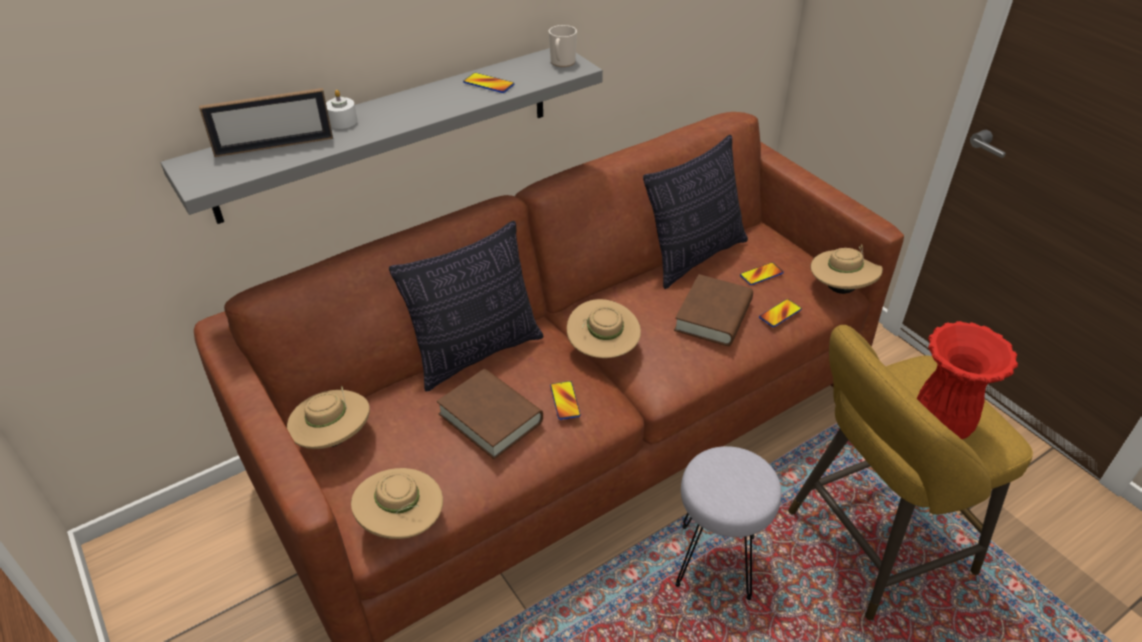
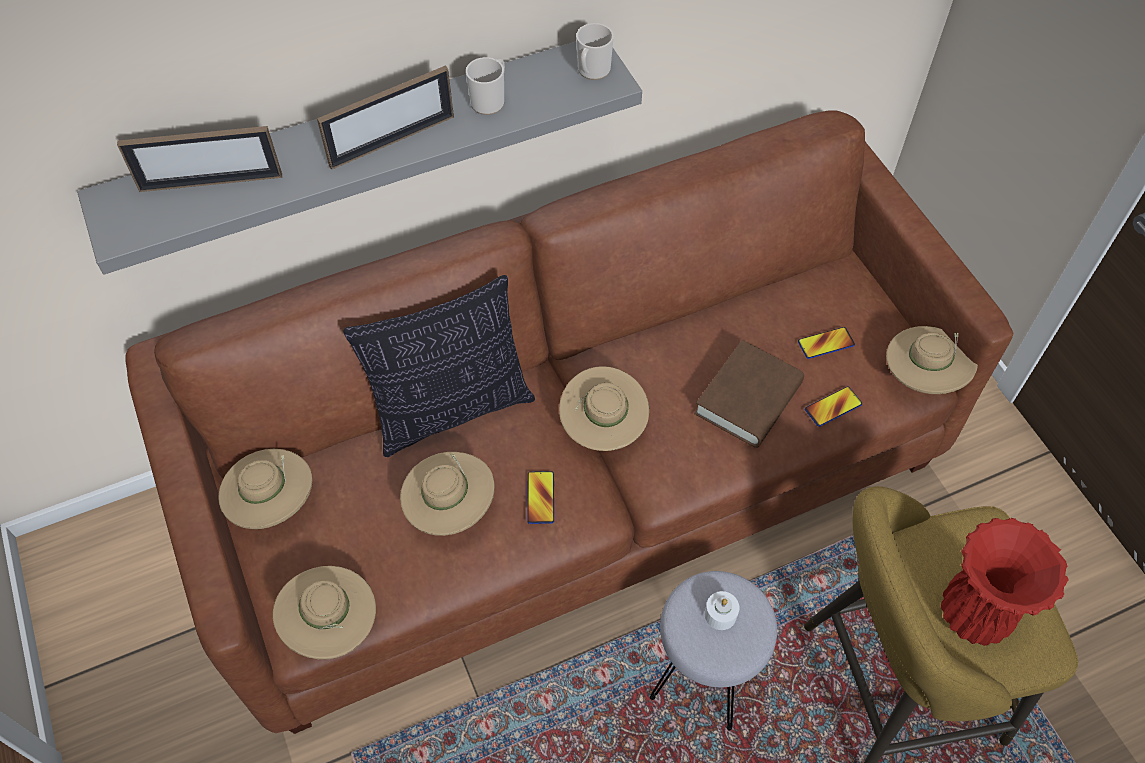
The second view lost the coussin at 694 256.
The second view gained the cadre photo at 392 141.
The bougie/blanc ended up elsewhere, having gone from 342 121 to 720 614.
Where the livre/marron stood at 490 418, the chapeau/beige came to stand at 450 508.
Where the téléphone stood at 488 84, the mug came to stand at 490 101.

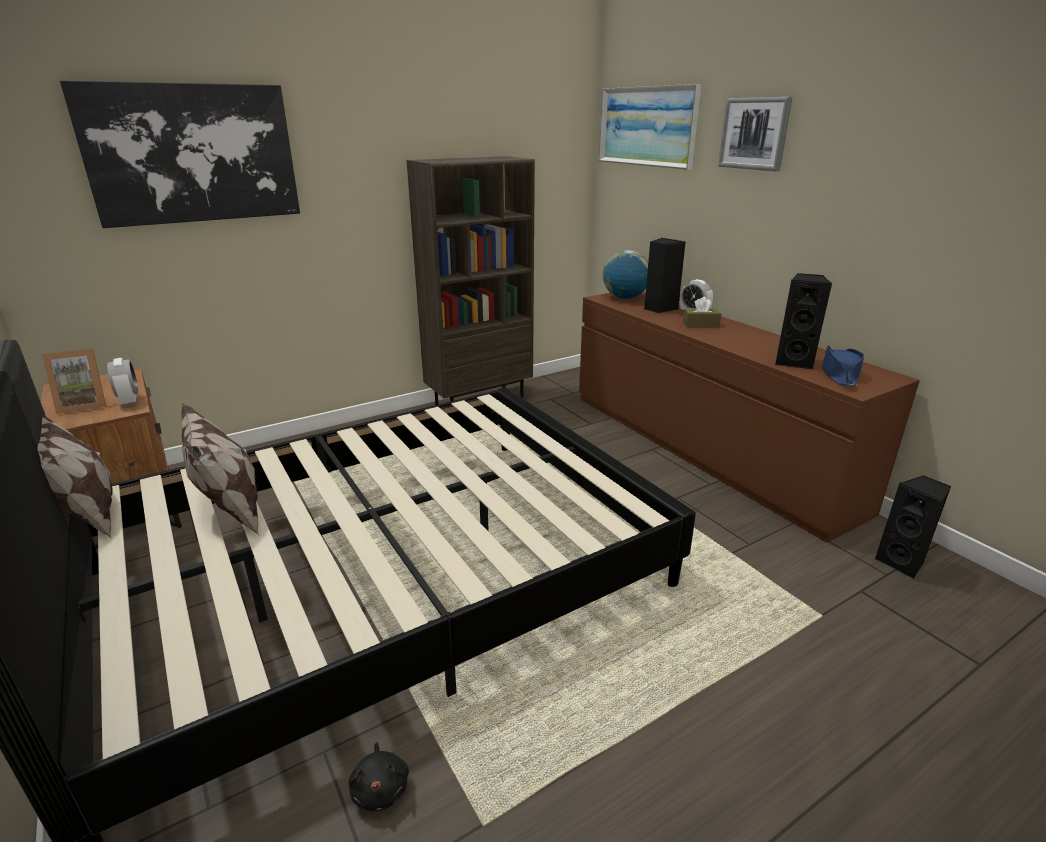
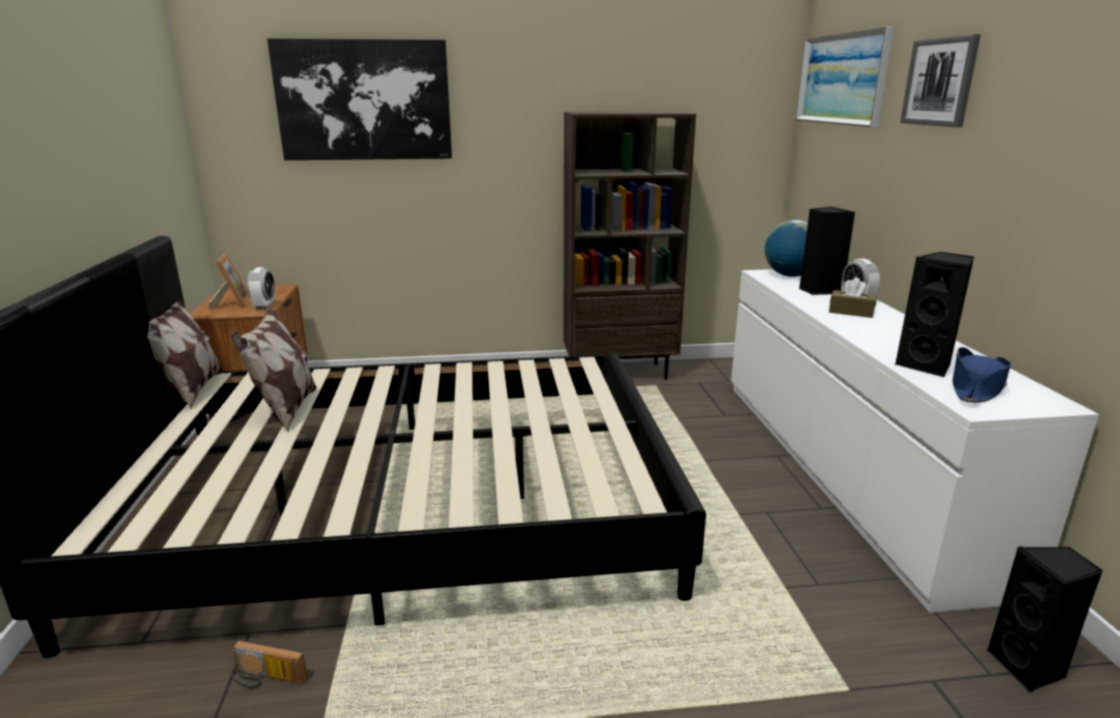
Where the peluche/noir stood at 380 788, the radio came to stand at 265 679.
What was the commode/marron at 704 448 turned into the commode/blanc at 845 468.
The cadre photo at 84 405 ended up facing another way, 105 degrees counterclockwise from before.

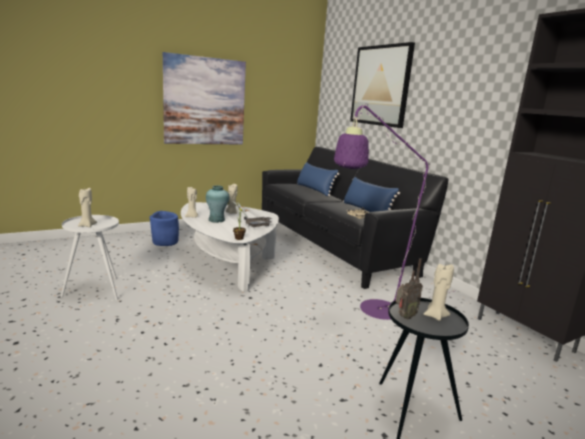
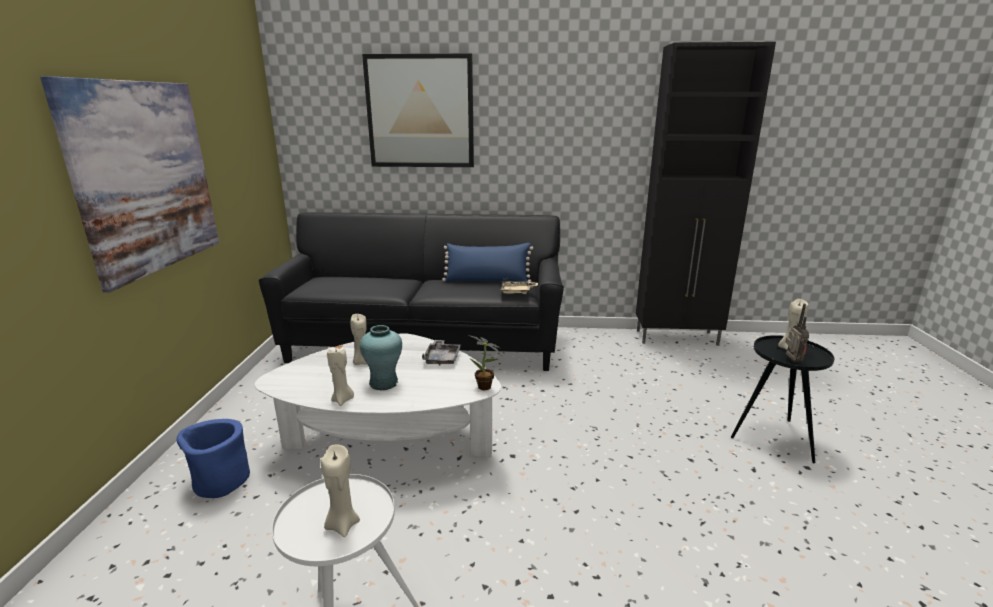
The second view lost the coussin/bleu at 314 190.
The second view lost the lampadaire/violet at 372 311.

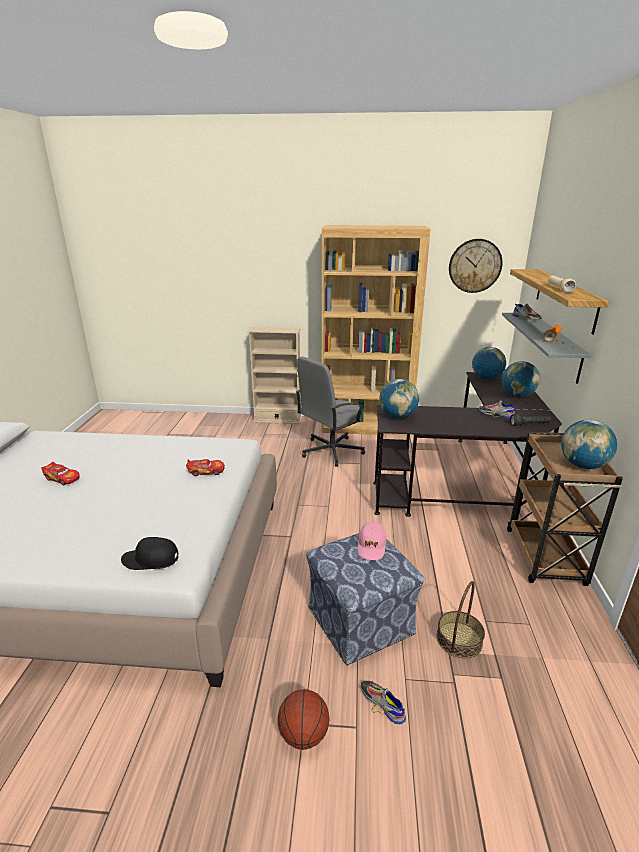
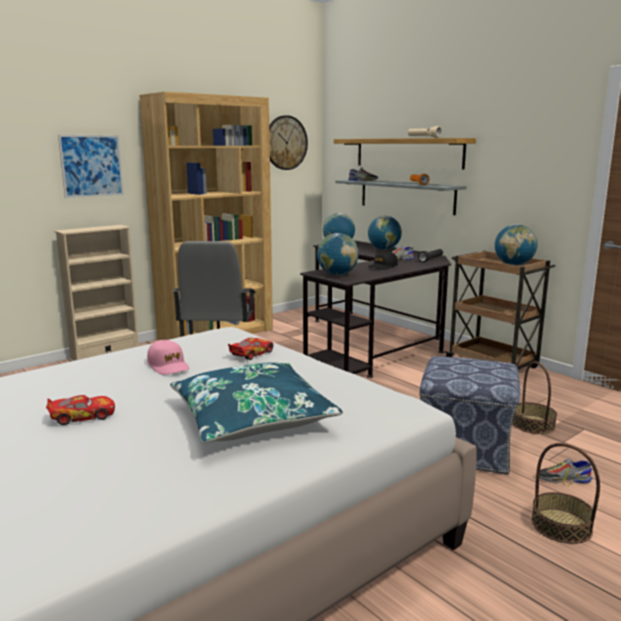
The second view gained the tableau at 91 166.
The second view gained the coussin/bleu at 252 418.
The casquette/noir ended up elsewhere, having gone from 151 559 to 383 267.
The casquette/rose ended up elsewhere, having gone from 371 546 to 168 366.
Where the ballon de basket stood at 303 734, the panier came to stand at 561 525.

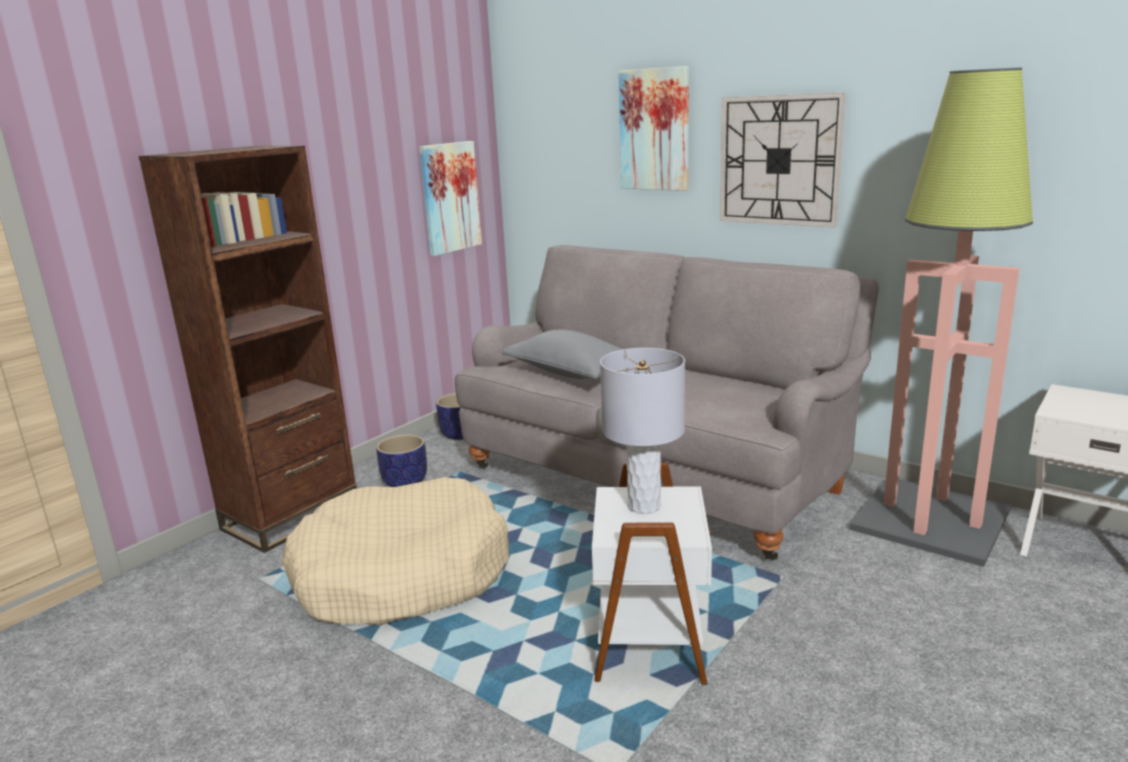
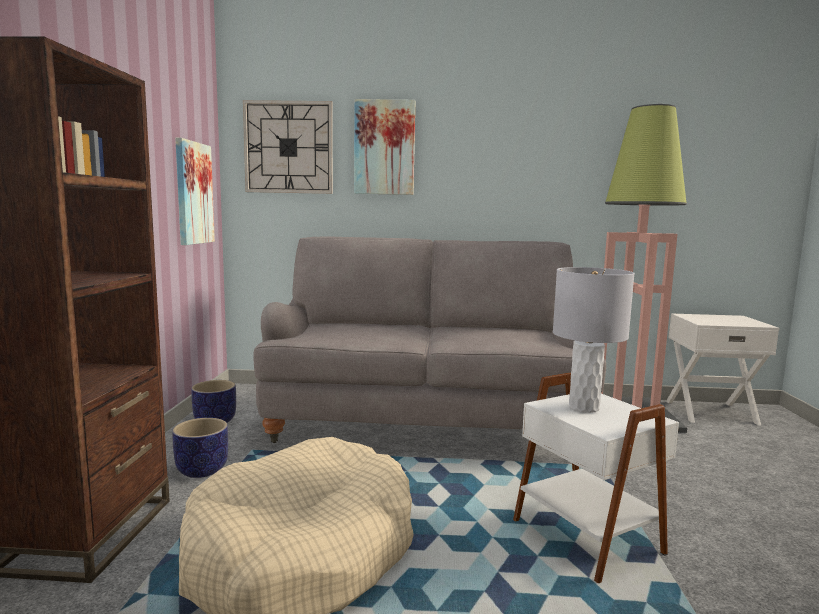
The second view lost the coussin/gris at 571 373.
The horloge murale ended up elsewhere, having gone from 779 160 to 288 147.

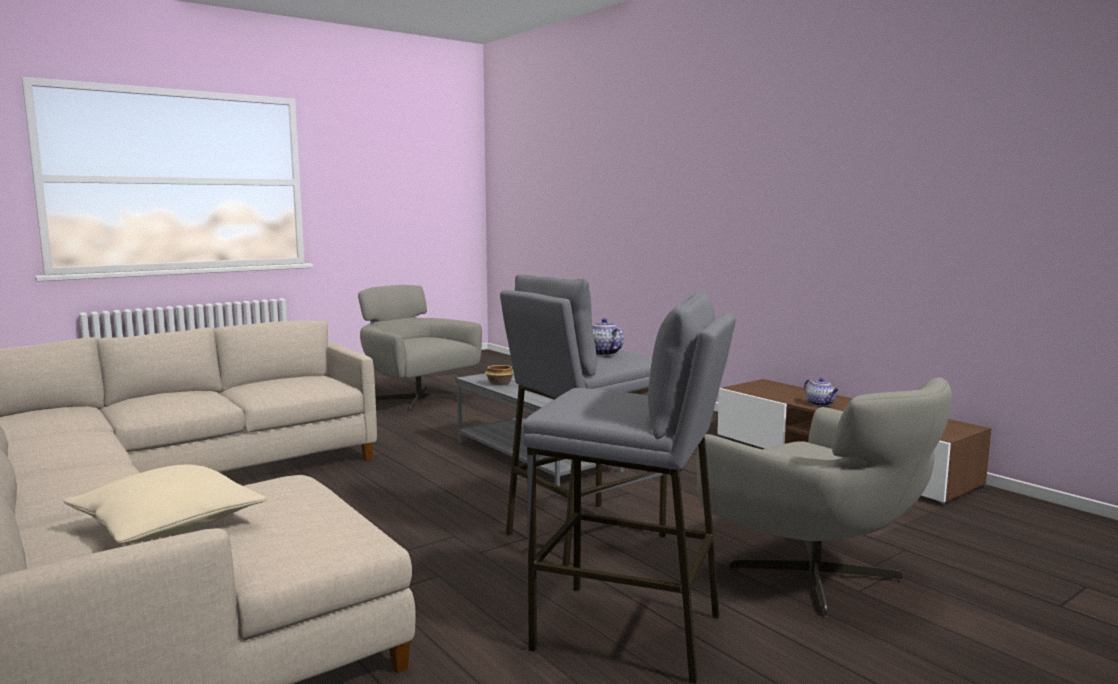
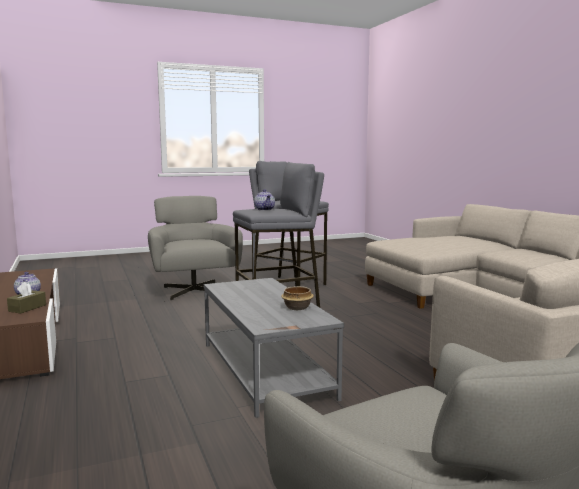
The second view lost the coussin/beige at 168 525.
The second view gained the boîte à mouchoirs/marron at 27 308.

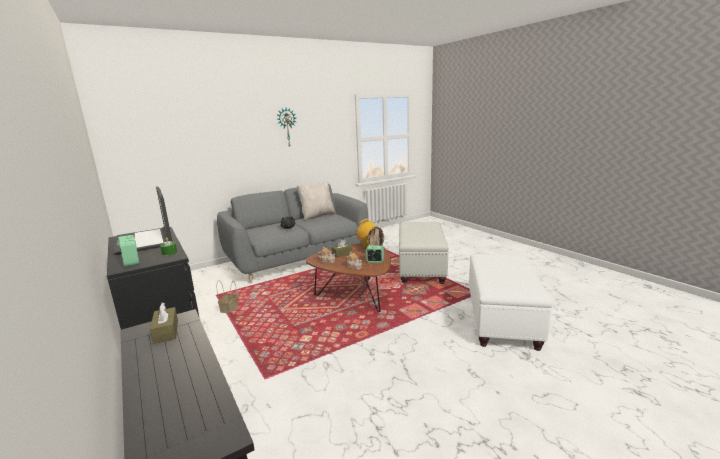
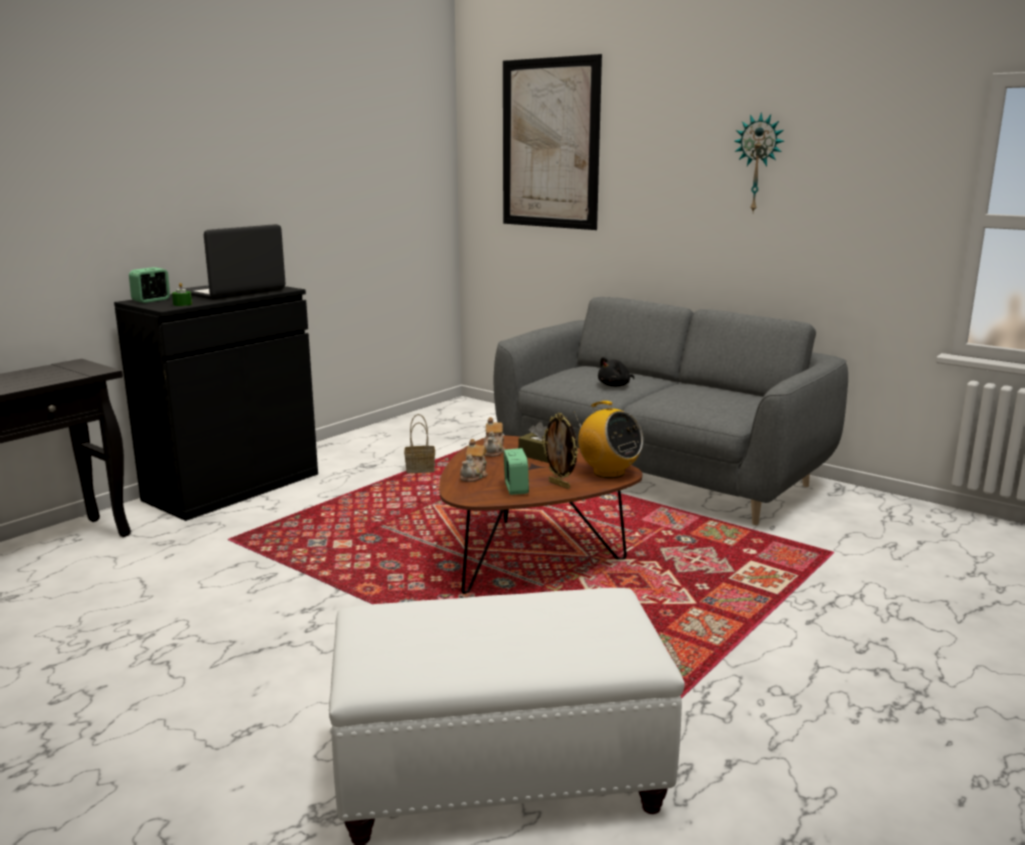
The second view lost the boîte à mouchoirs/marron at 166 331.
The second view lost the coussin/beige at 317 216.
The second view lost the pouf/blanc at 421 269.
The second view gained the tableau at 550 144.

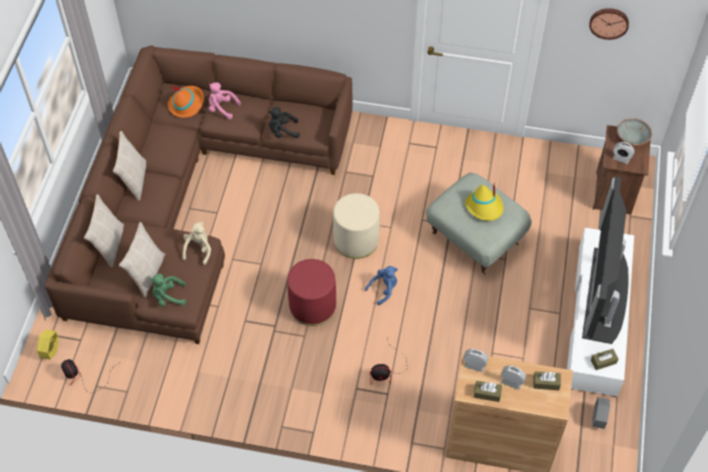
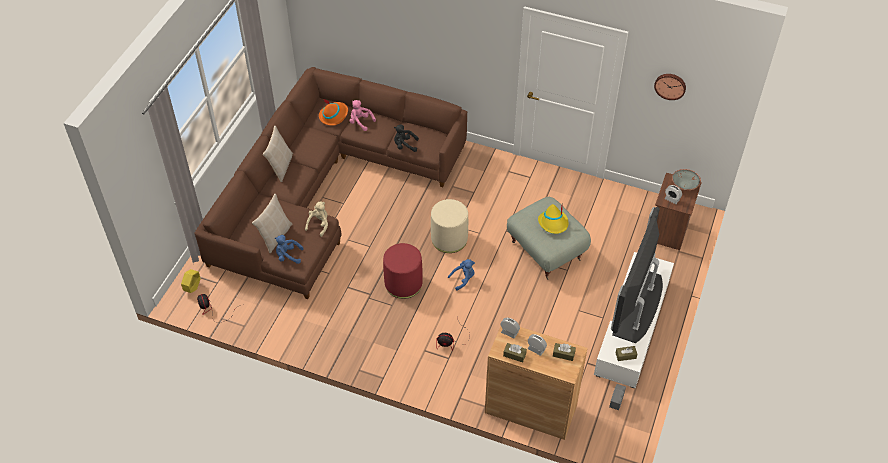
The second view lost the coussin/beige at 109 245.
What was the peluche/vert at 168 297 turned into the peluche/bleu at 288 256.

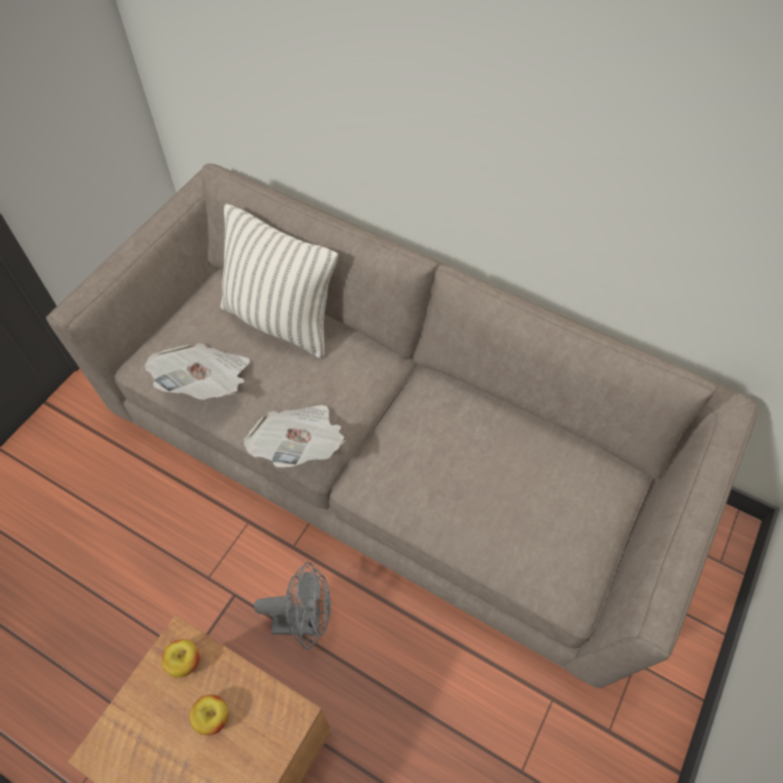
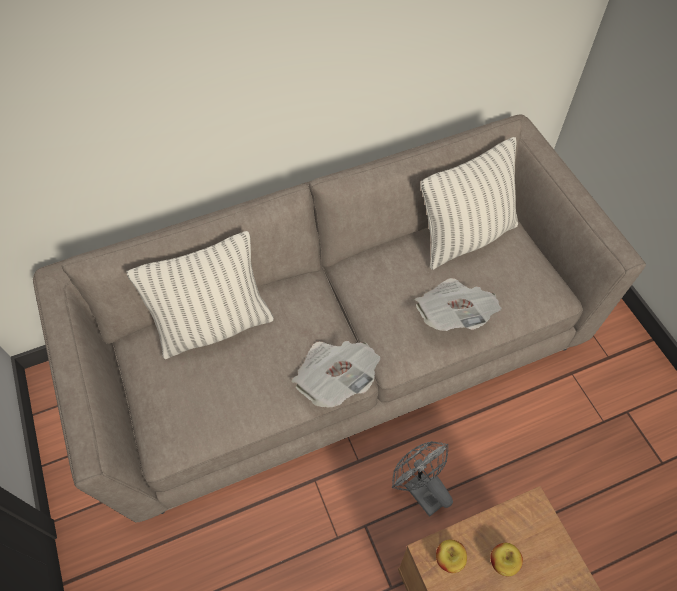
The second view gained the coussin at 465 237.
The journal ended up elsewhere, having gone from 207 383 to 453 314.
The ventilateur/gris at 304 621 ended up facing another way, 75 degrees counterclockwise from before.

